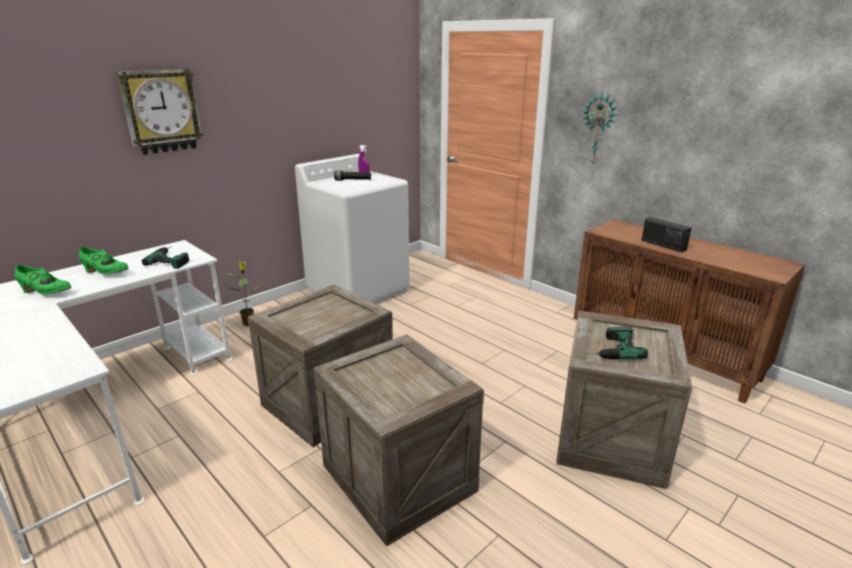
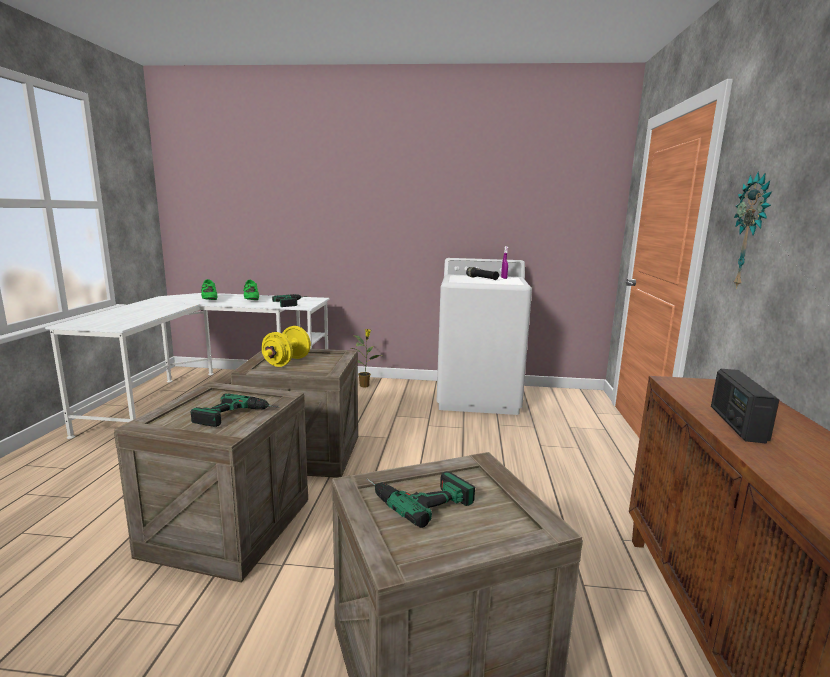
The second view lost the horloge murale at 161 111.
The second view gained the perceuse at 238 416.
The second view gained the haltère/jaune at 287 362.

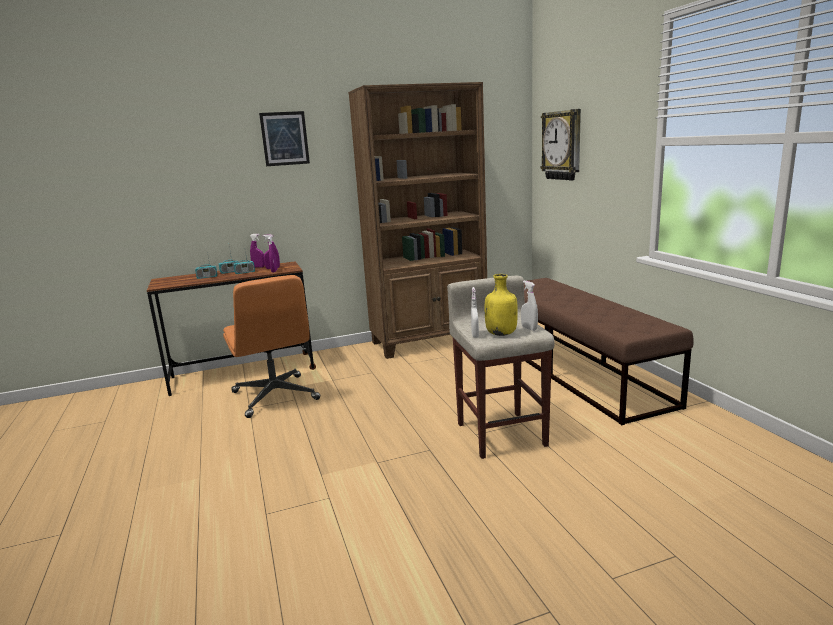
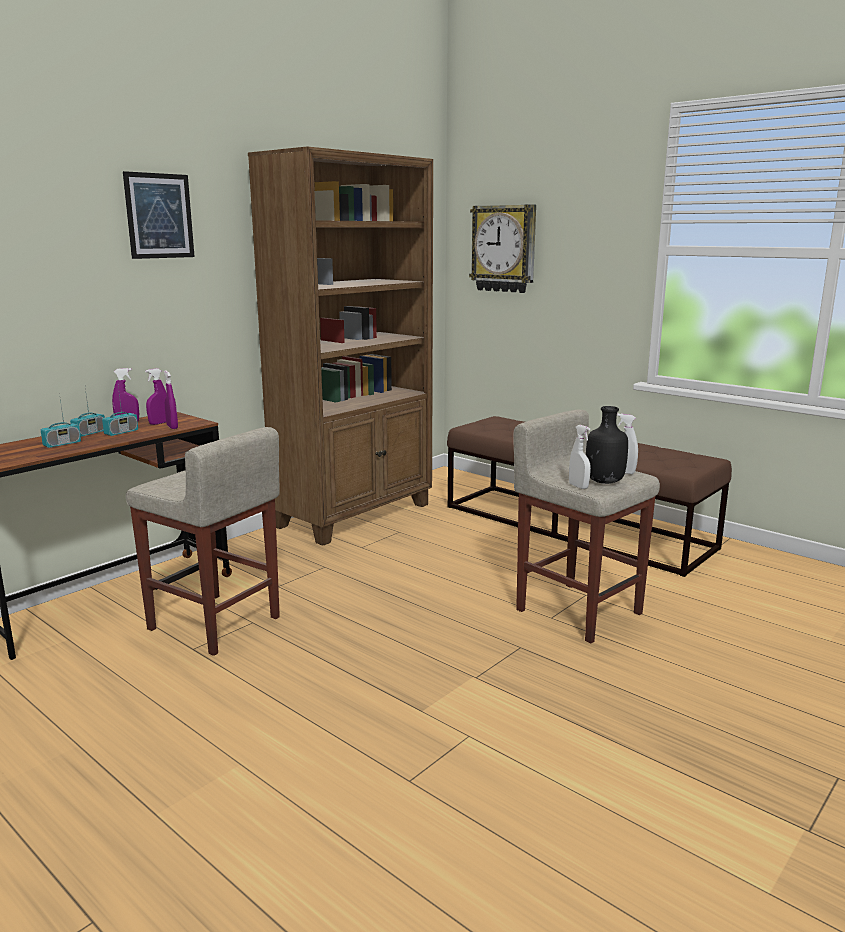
Where the chaise de bureau/orange stood at 276 396, the tabouret/beige came to stand at 215 624.
What was the bouteille/jaune at 501 333 turned into the bouteille/noir at 604 481.

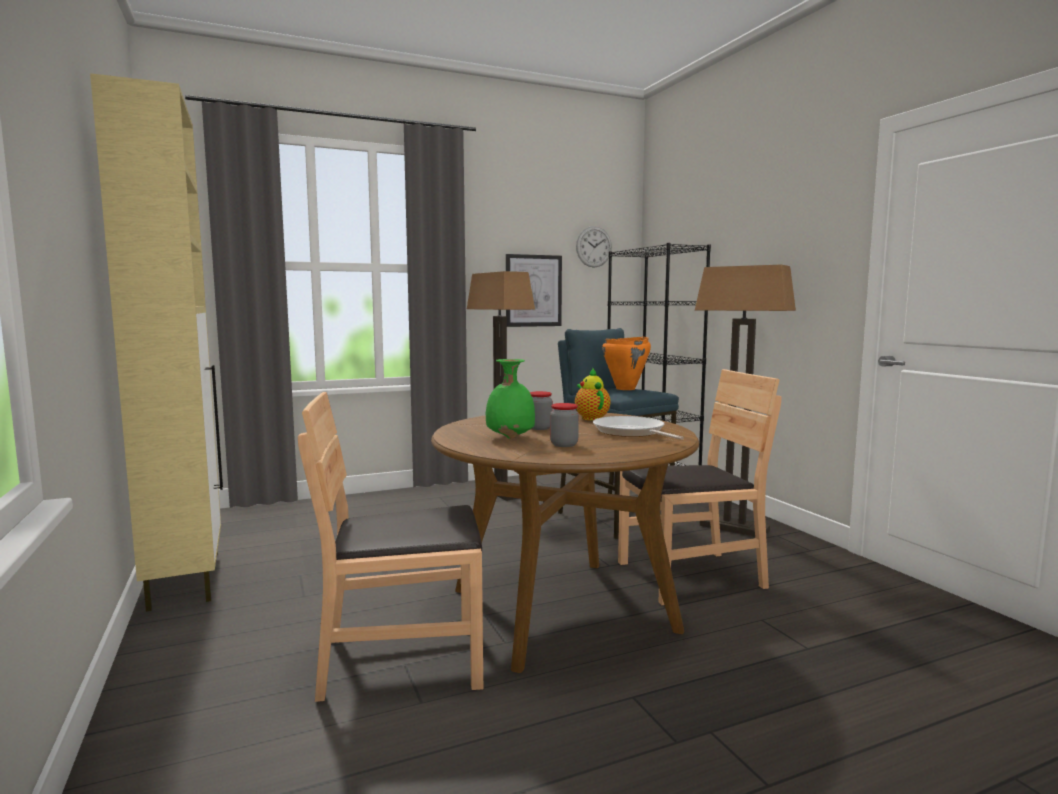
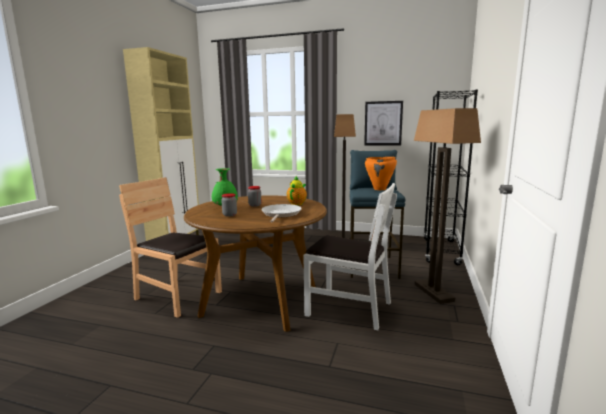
The second view lost the horloge murale at 593 247.
What was the chaise/marron at 690 576 turned into the chaise/blanc at 348 308.

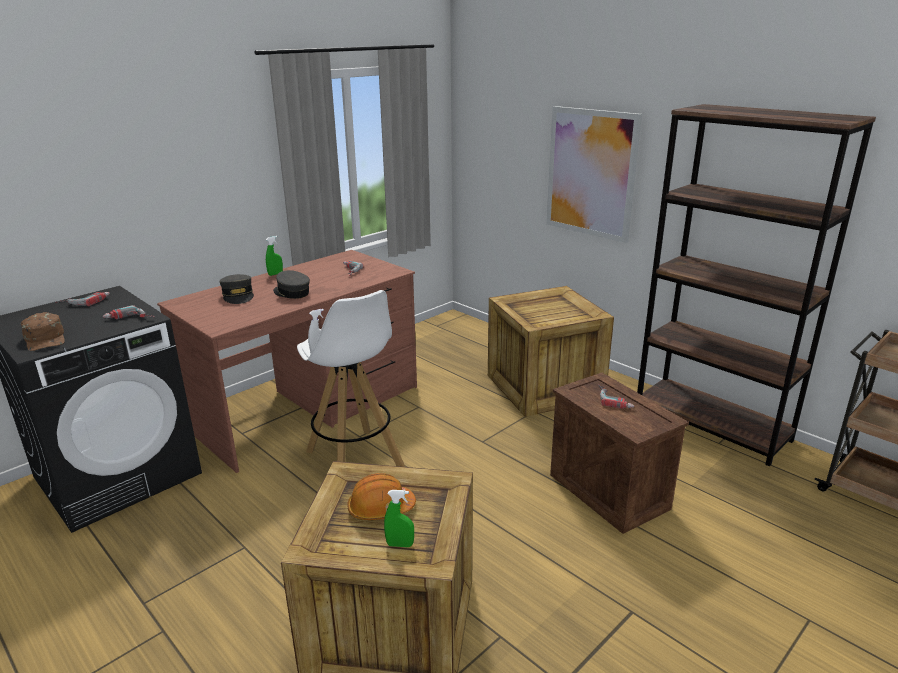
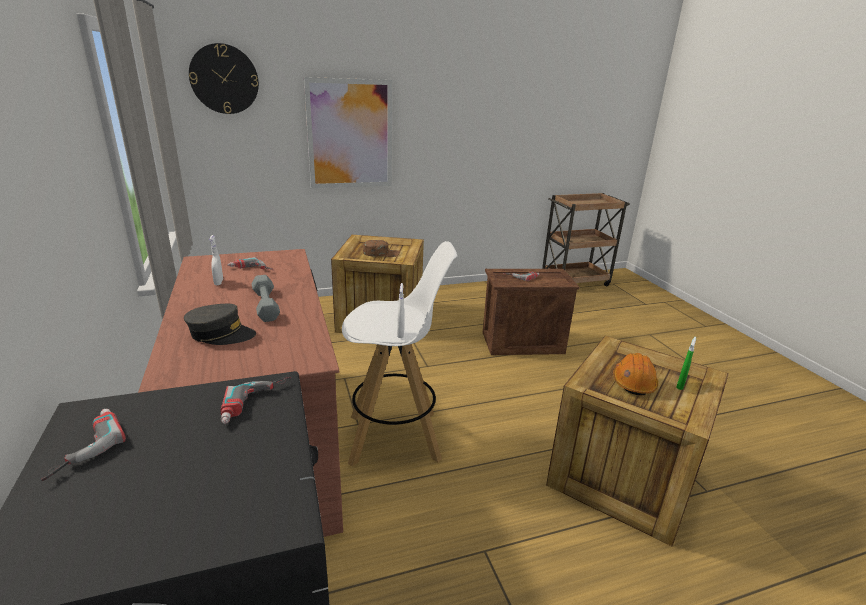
The second view lost the vaporisateur/vert at 275 274.
The second view lost the bibliothèque/marron at 711 425.
The second view gained the horloge murale at 224 79.
The second view gained the vaporisateur/blanc at 218 282.
The casquette/marron ended up elsewhere, having gone from 45 339 to 381 253.
Where the casquette/gris stood at 291 292, the haltère/gris came to stand at 266 304.

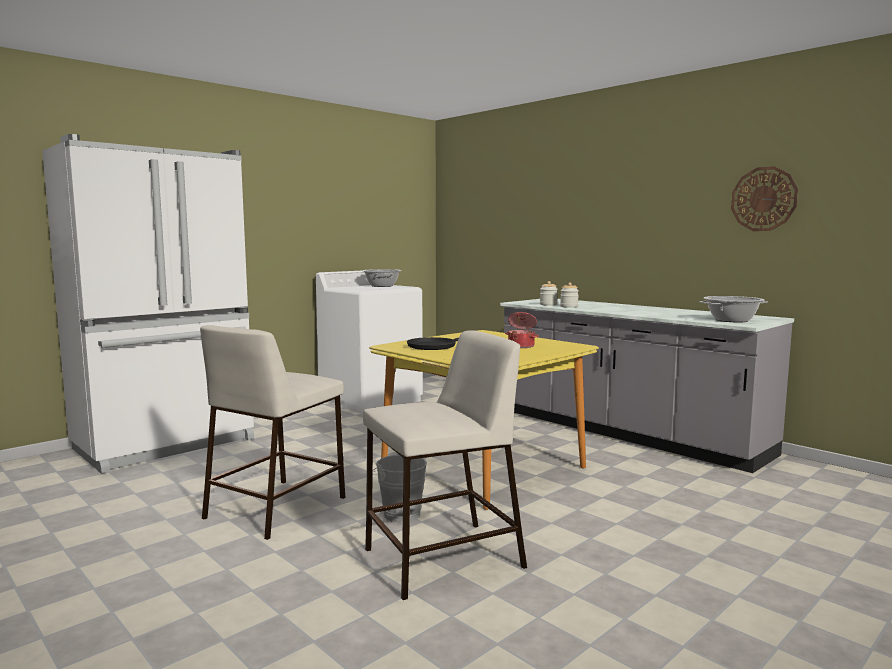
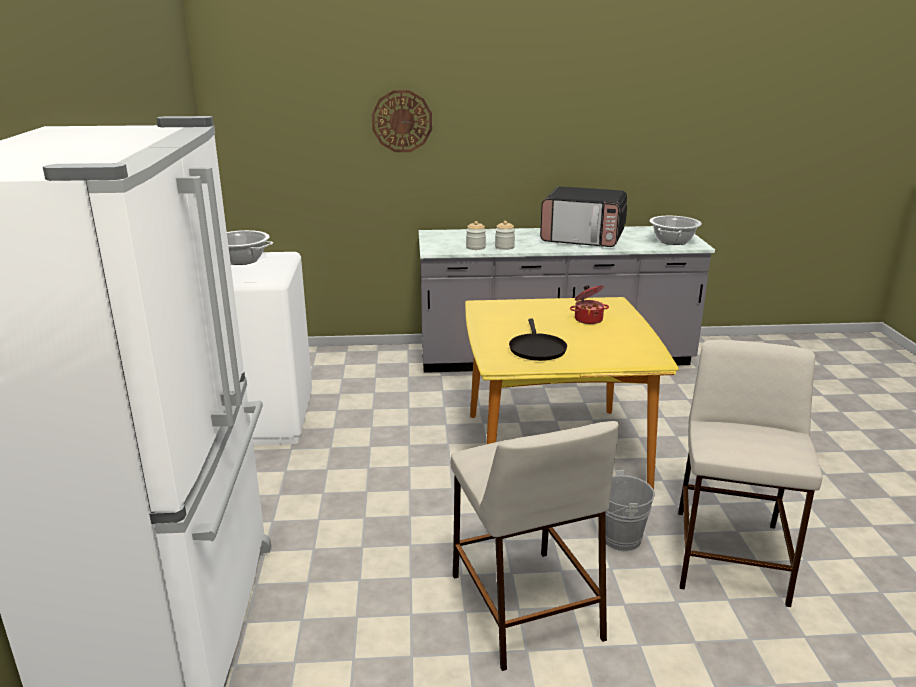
The second view gained the micro-ondes at 583 238.
The horloge murale ended up elsewhere, having gone from 764 199 to 402 121.

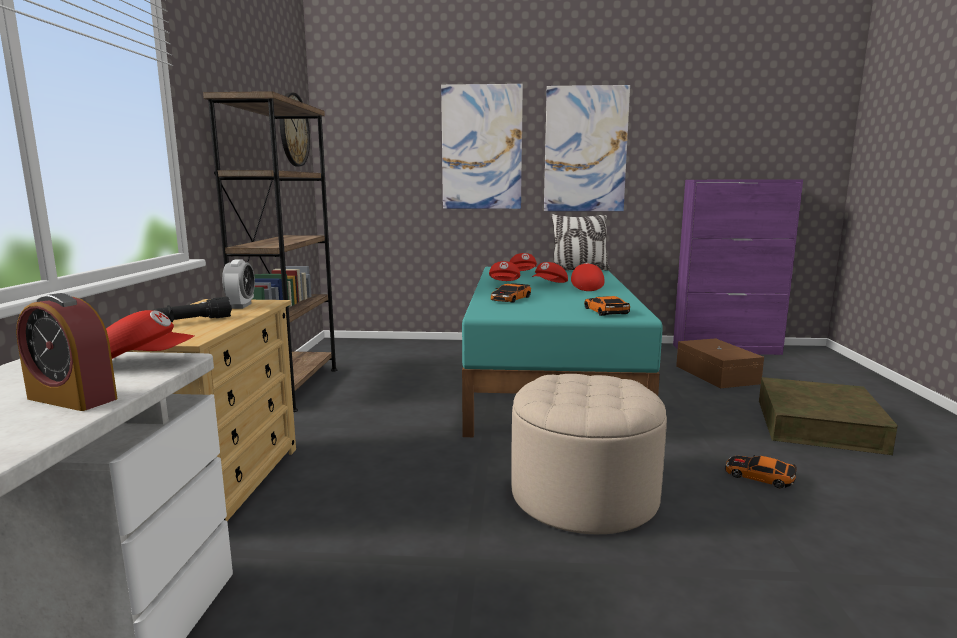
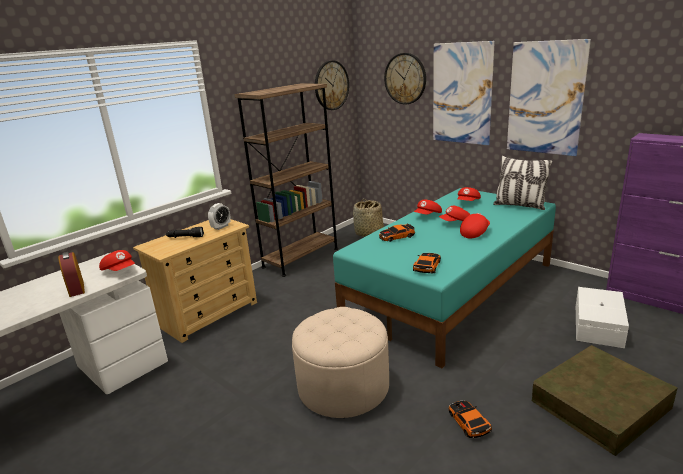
The second view gained the panier at 368 233.
The second view gained the horloge murale at 405 78.
What was the boîte de rangement/marron at 717 374 turned into the boîte de rangement/blanc at 599 325.

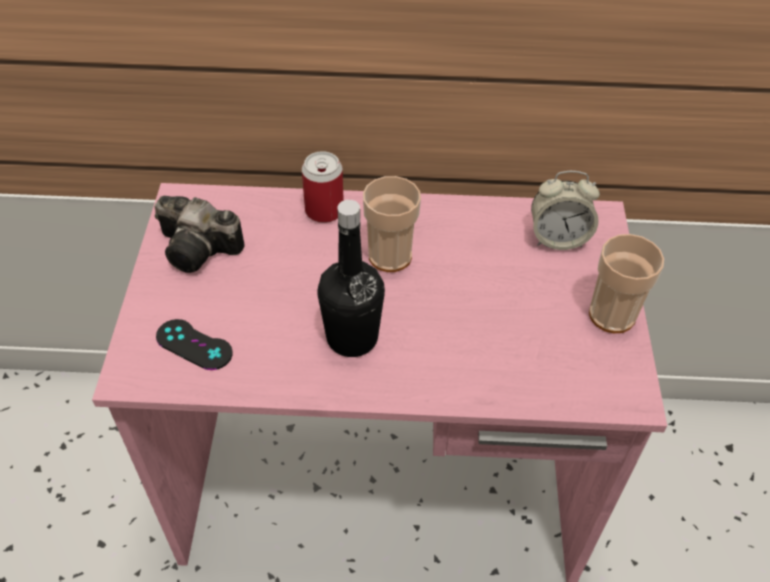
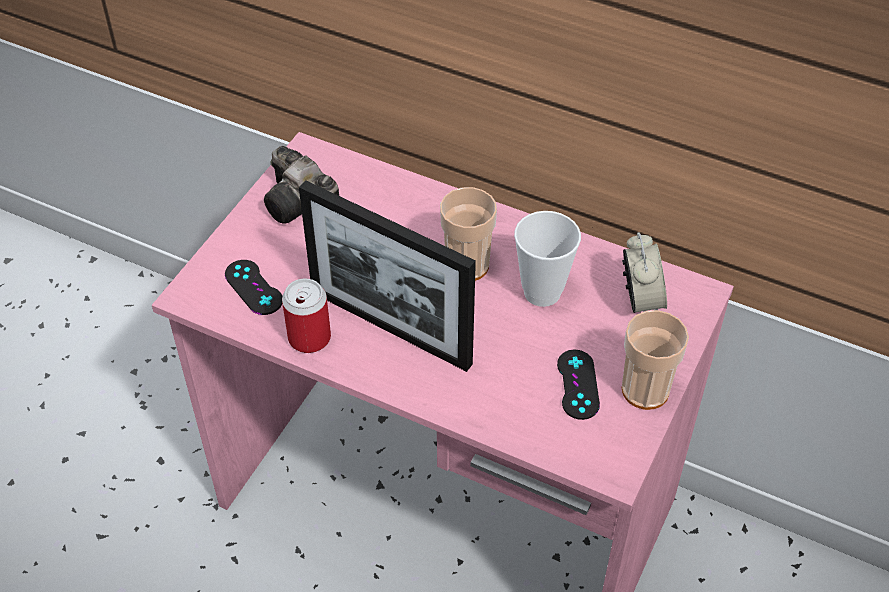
The second view gained the tasse at 542 292.
The second view gained the manette/noir at 578 384.
The boîte métallique ended up elsewhere, having gone from 324 210 to 309 338.
Where the bouteille/noir stood at 352 338, the cadre photo came to stand at 390 327.
The réveil at 558 238 ended up facing another way, 120 degrees counterclockwise from before.

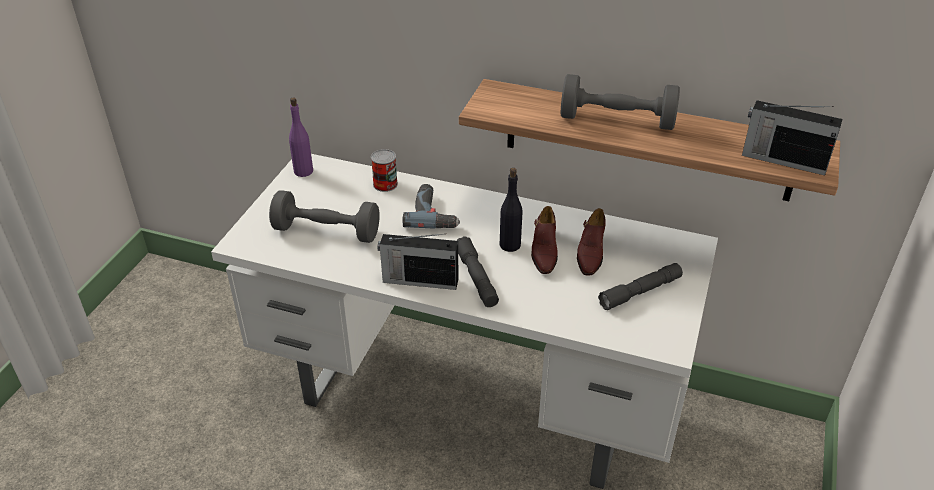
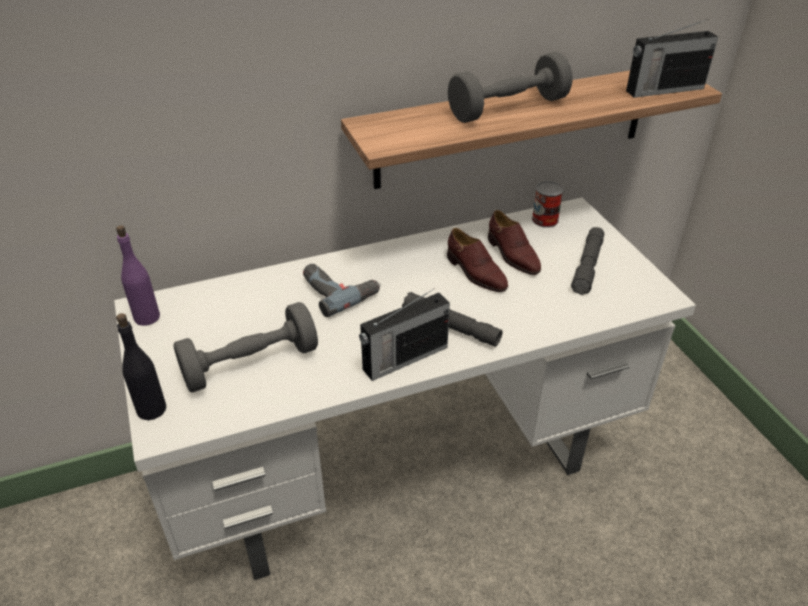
The boîte métallique ended up elsewhere, having gone from 385 184 to 545 220.
The bouteille/noir ended up elsewhere, having gone from 510 245 to 151 409.

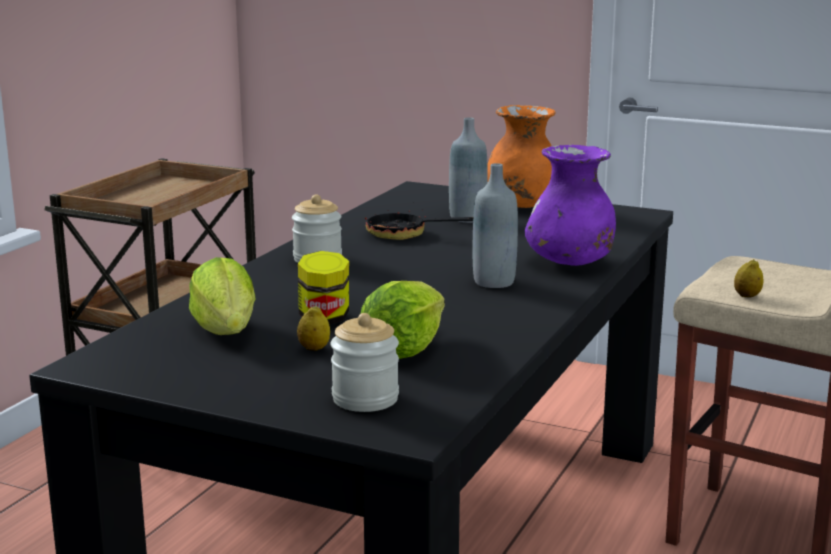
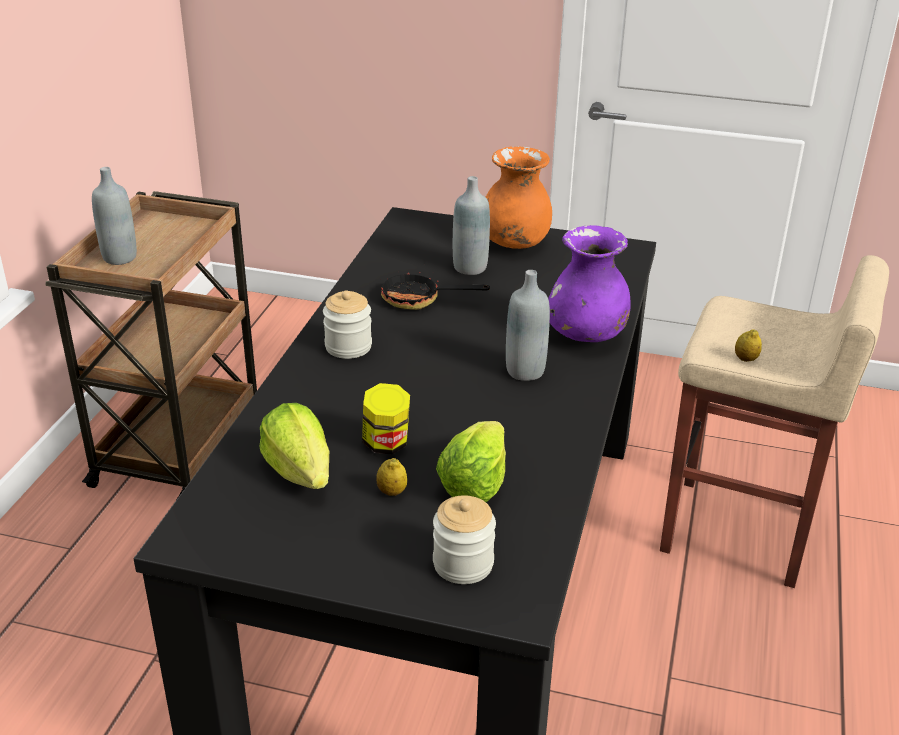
The second view gained the bouteille/gris at 120 257.

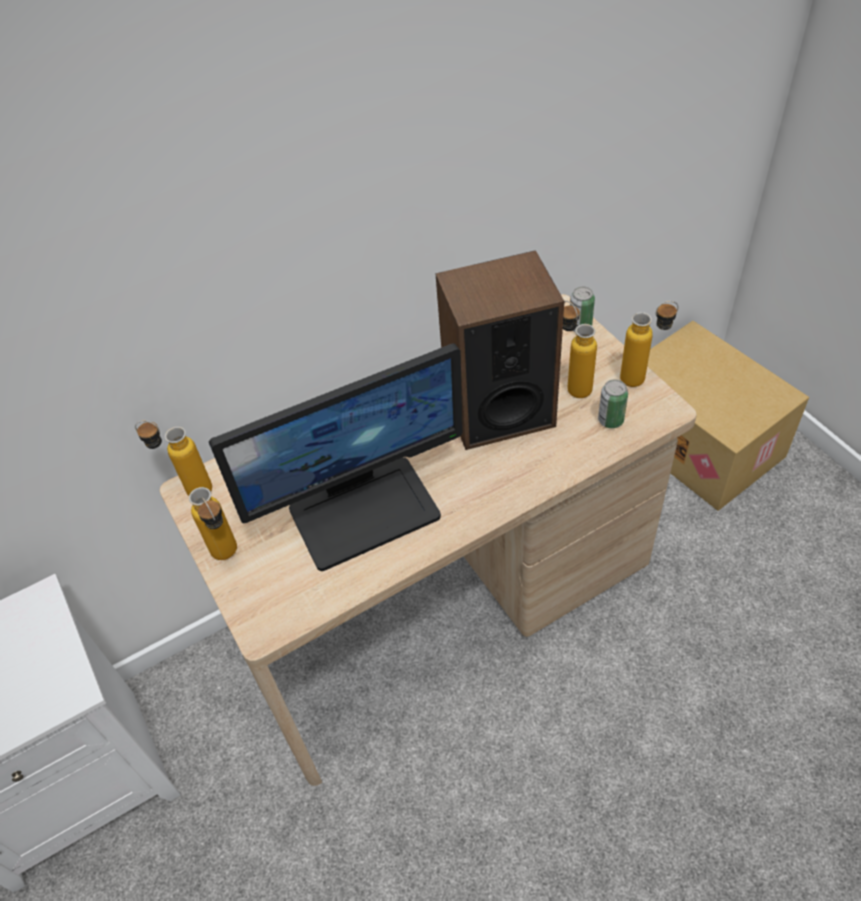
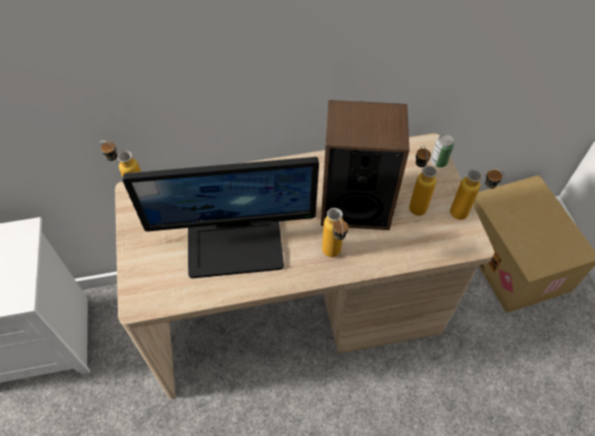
The second view lost the boîte métallique at 610 420.
The bouteille ended up elsewhere, having gone from 229 558 to 333 256.

